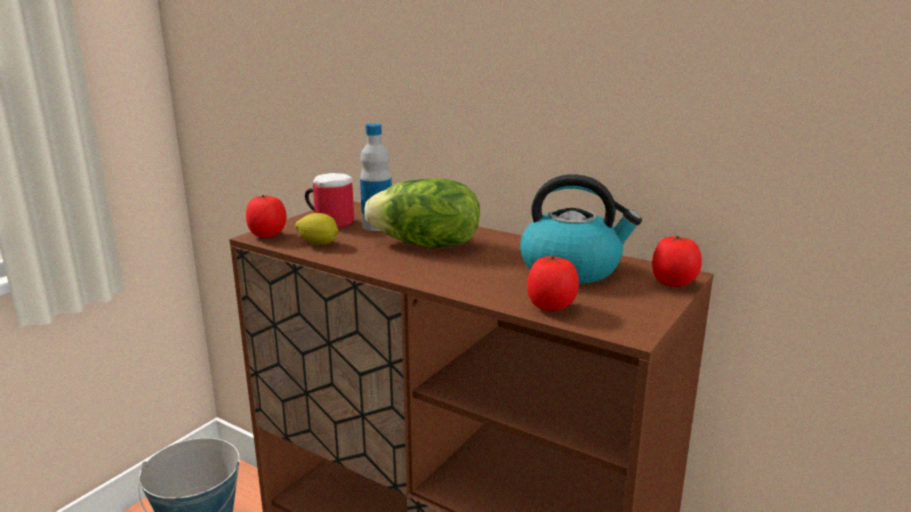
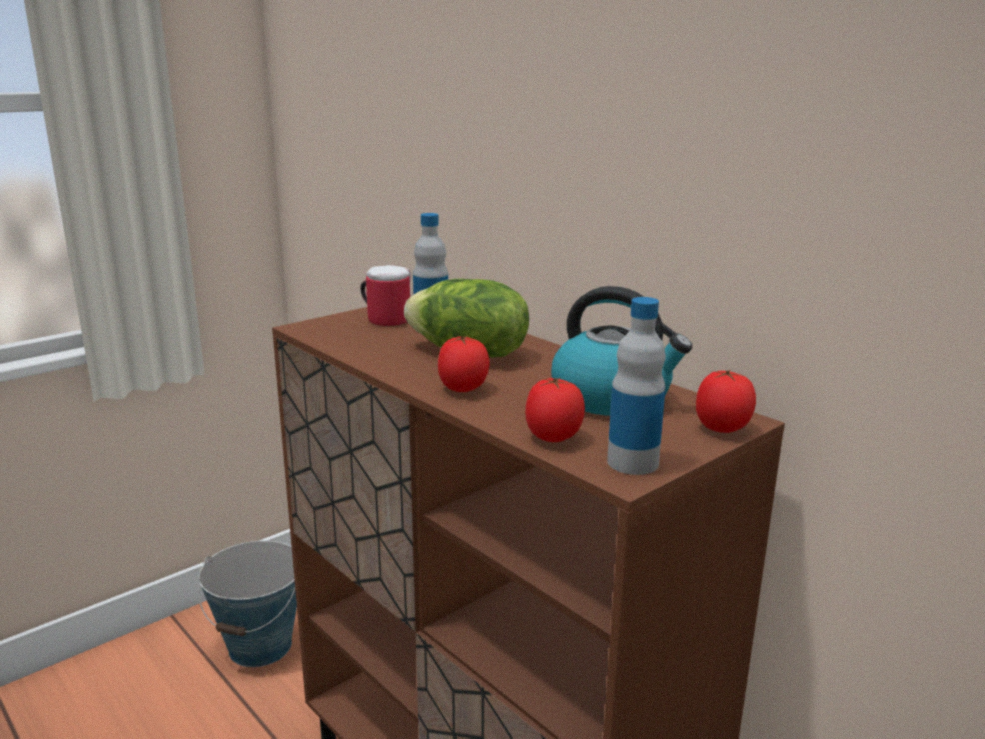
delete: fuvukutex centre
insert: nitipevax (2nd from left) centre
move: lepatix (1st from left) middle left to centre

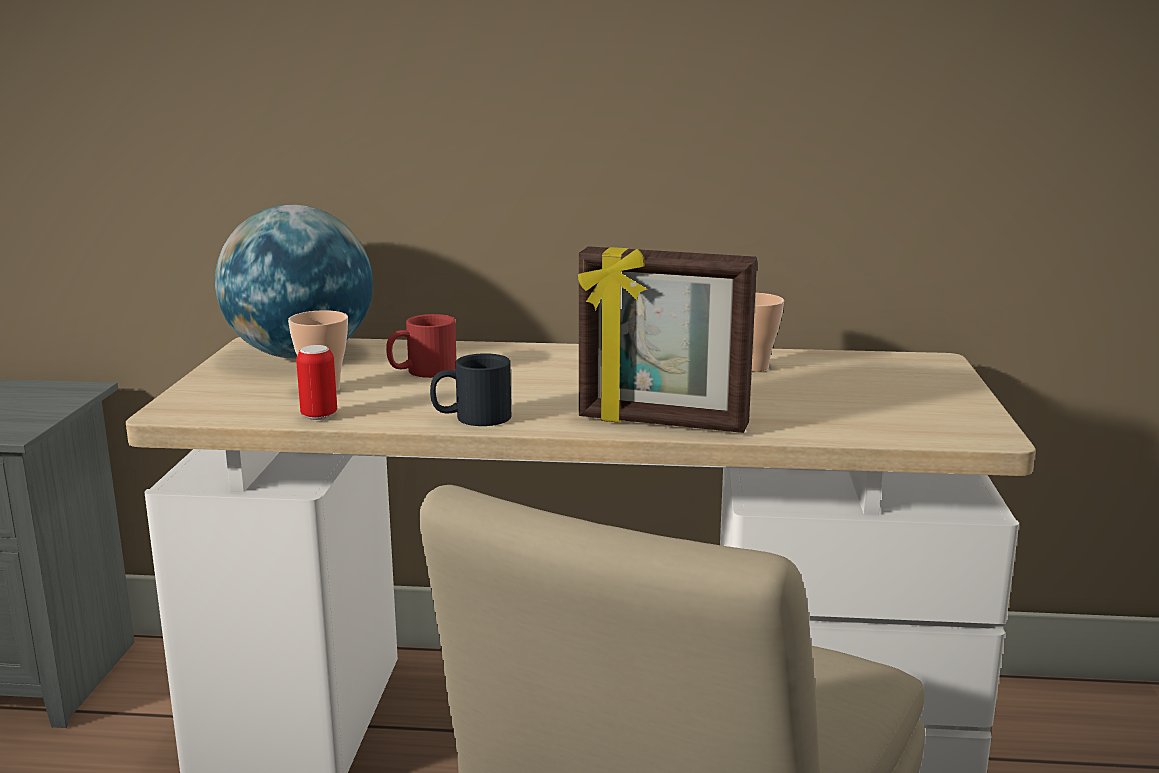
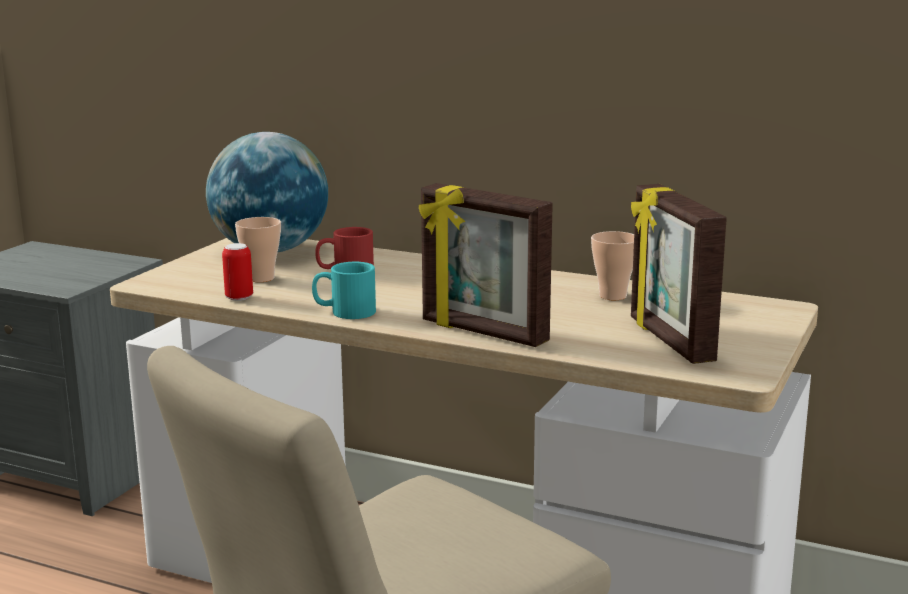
insert: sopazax (2nd from left) middle right
recolor: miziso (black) centre to miziso (turquoise) centre

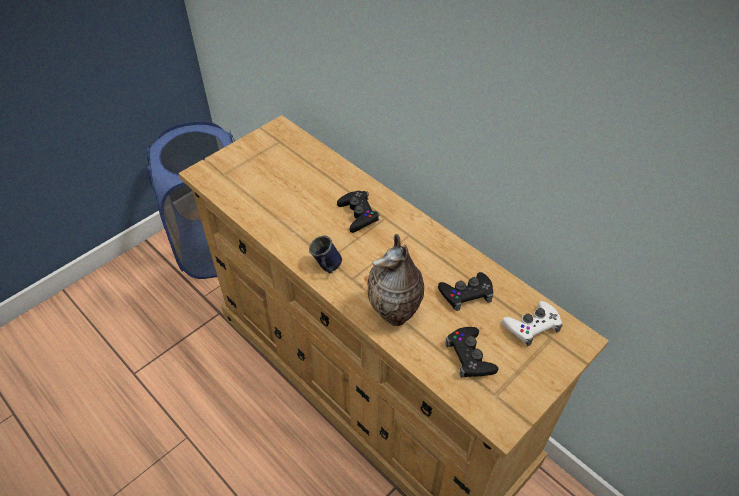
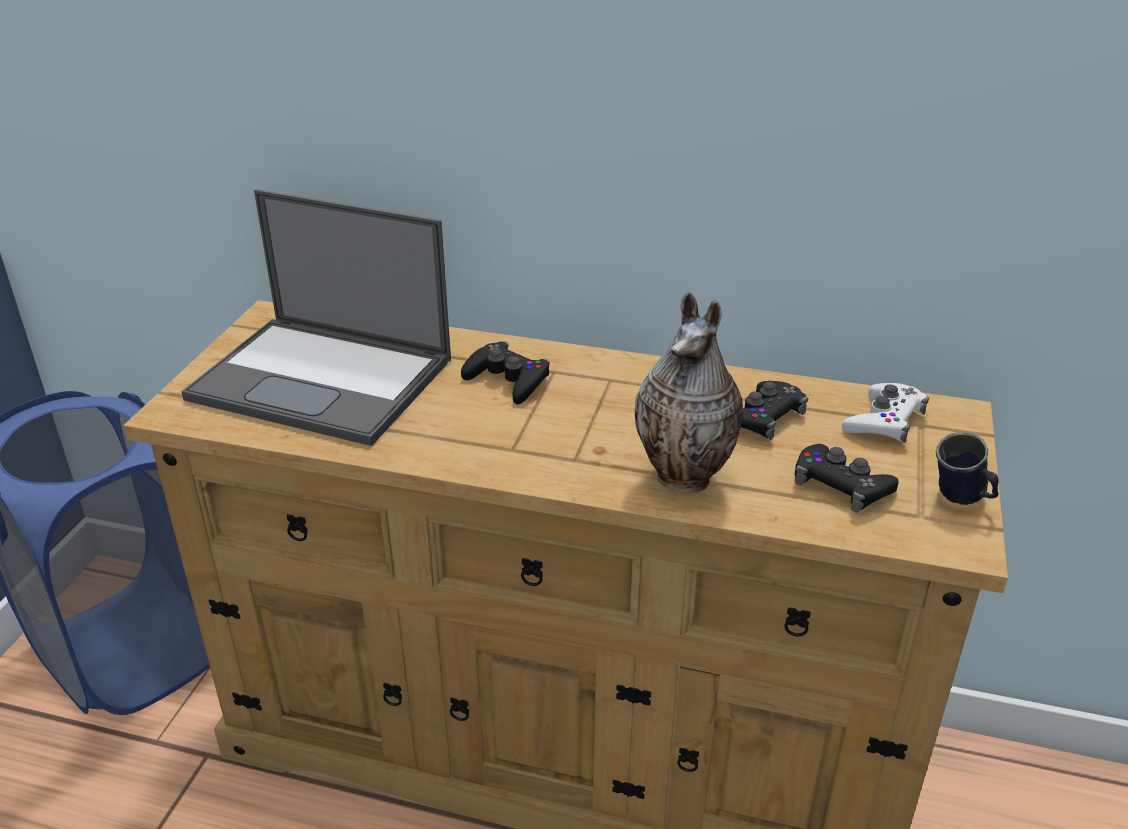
insert: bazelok middle left
move: miziso (blue) centre to middle right

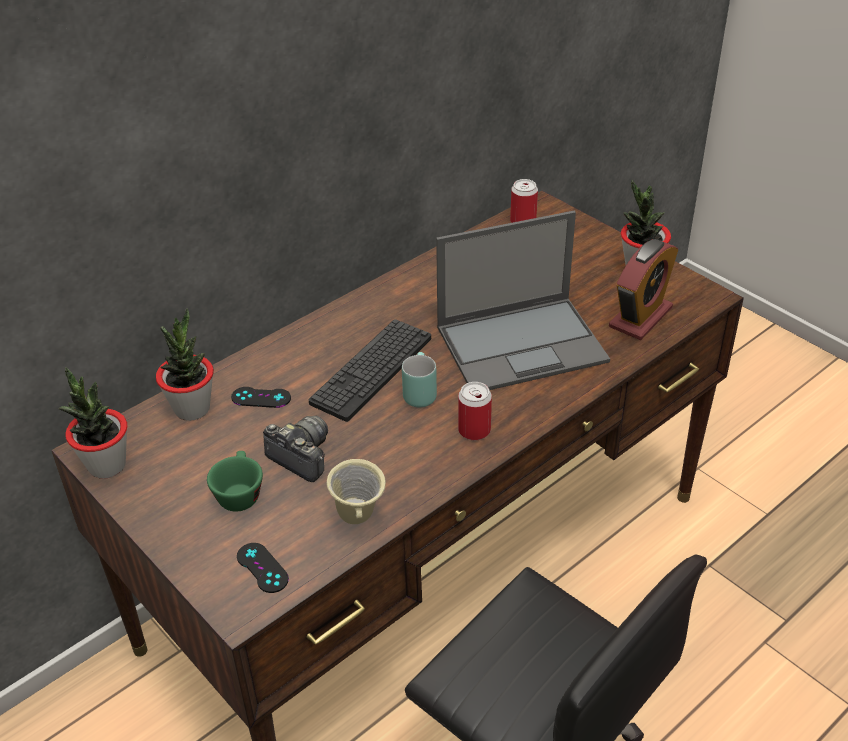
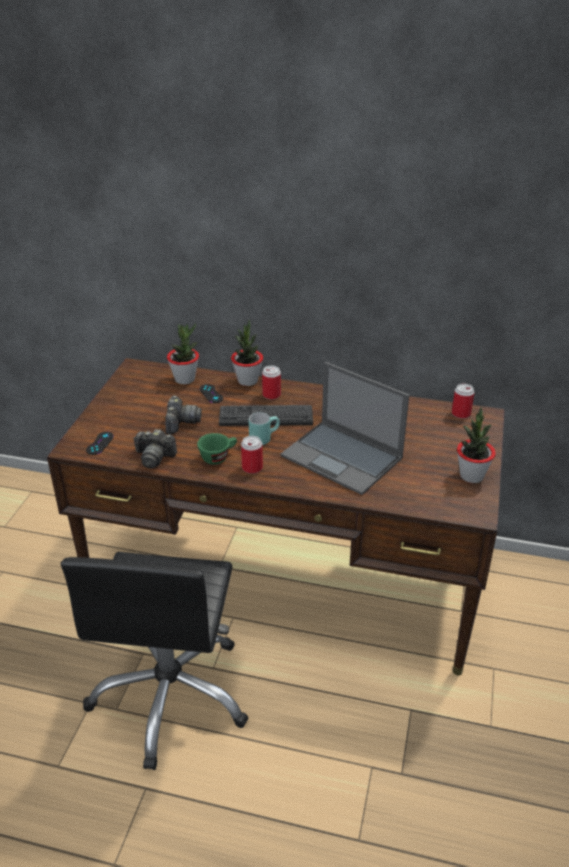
delete: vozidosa middle right
insert: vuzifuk (2nd from left) centre
move: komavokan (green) middle left to centre; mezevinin (1st from left in the first image) middle left to mezevinin (2nd from left) centre
replace: miziso (beige) centre to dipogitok (1st from left) middle left

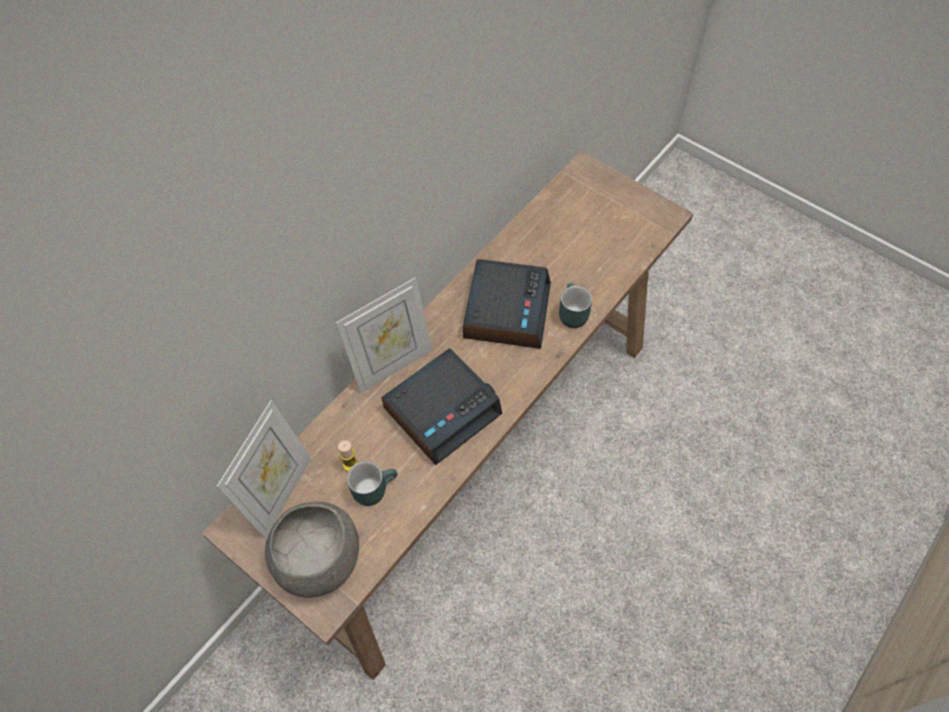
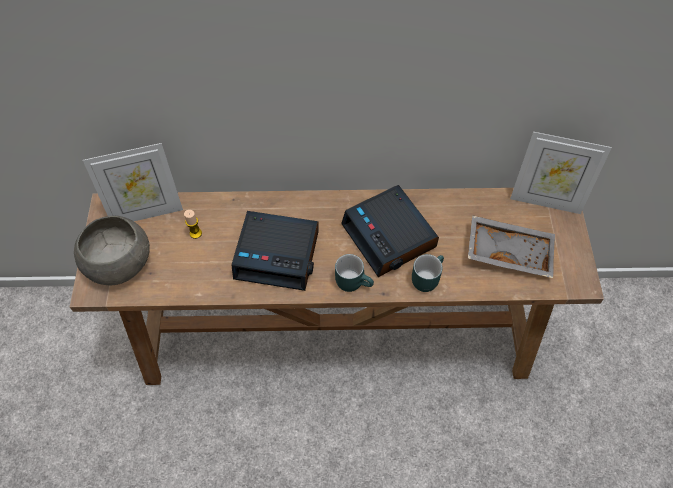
insert: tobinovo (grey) middle right
move: miziso (turquoise) (1st from left) bottom centre to centre; sopazax (2nd from left) centre to middle right
rotate: vozidosa (2nd from left) centre = centre 90 degrees clockwise

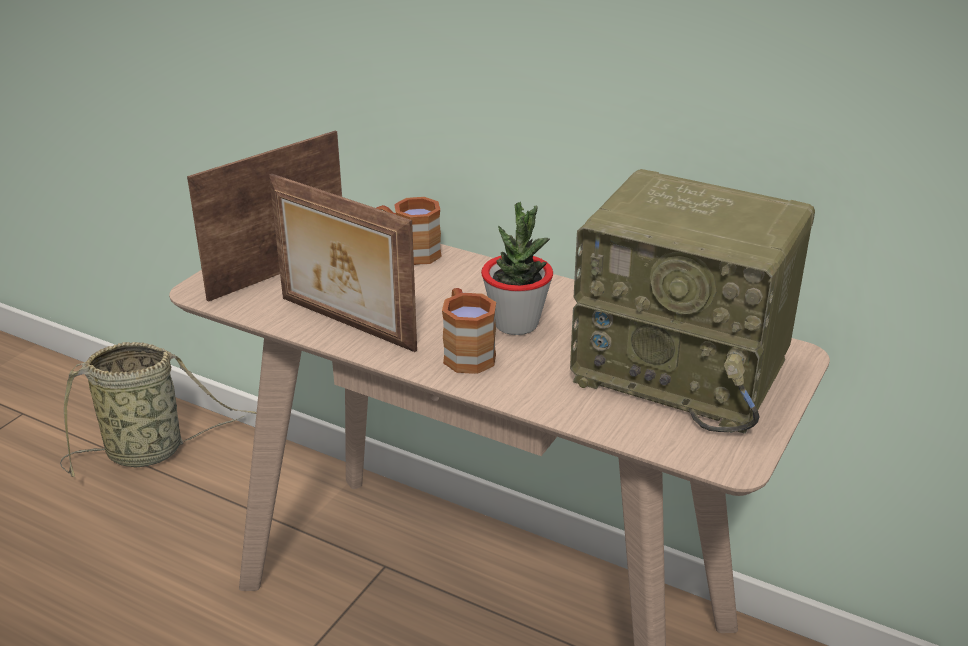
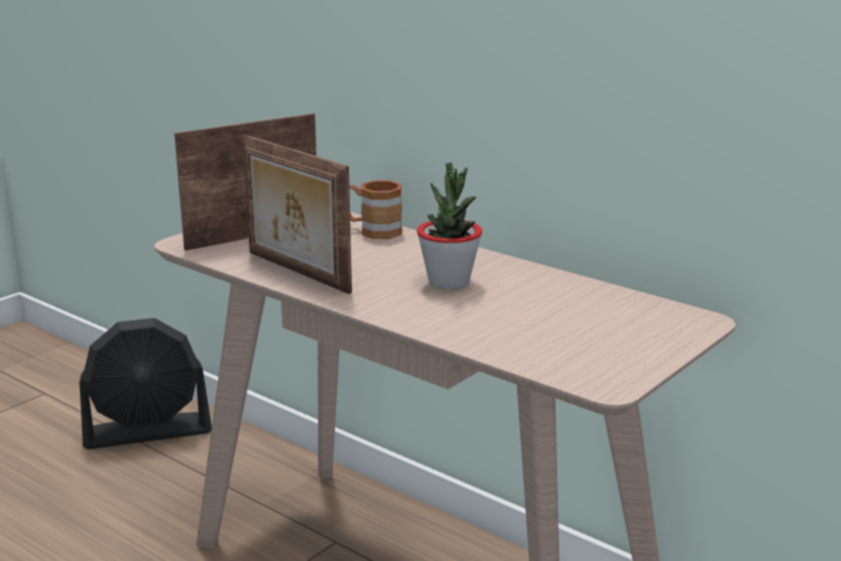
delete: miziso (brown) (2nd from left) centre; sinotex middle right
replace: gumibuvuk middle left to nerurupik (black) bottom left

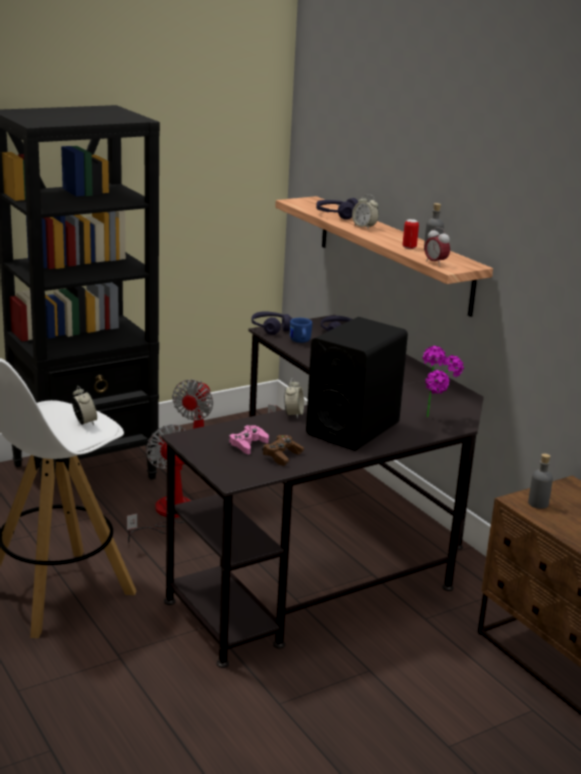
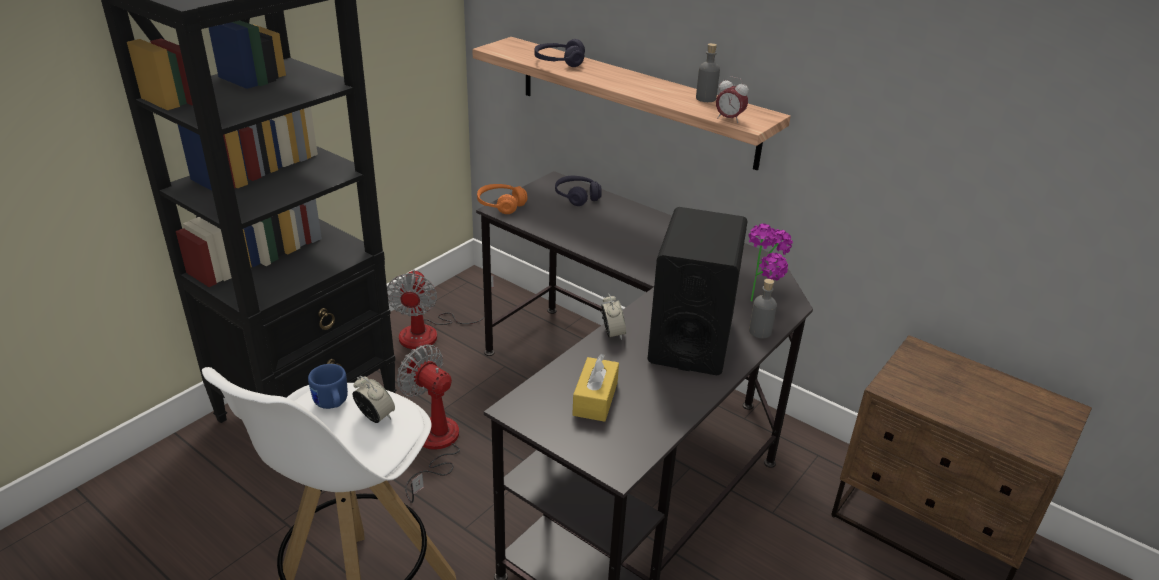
delete: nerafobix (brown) centre; vozidosa (3rd from left) top centre; vuzifuk top right
move: miziso (blue) centre to middle left; nitipevax (grey) (2nd from left) middle right to centre
replace: nerafobix (pink) centre to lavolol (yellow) bottom centre
recolor: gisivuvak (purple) (1st from left) centre to gisivuvak (orange) centre

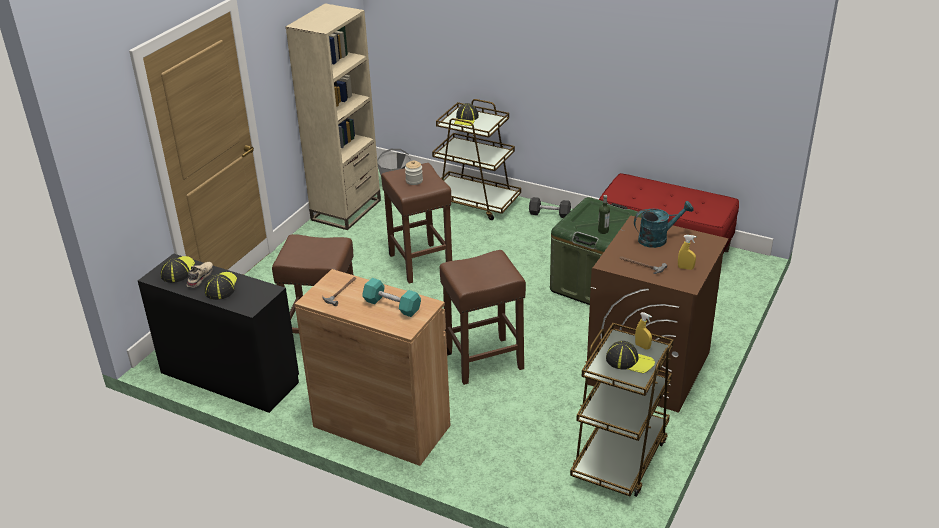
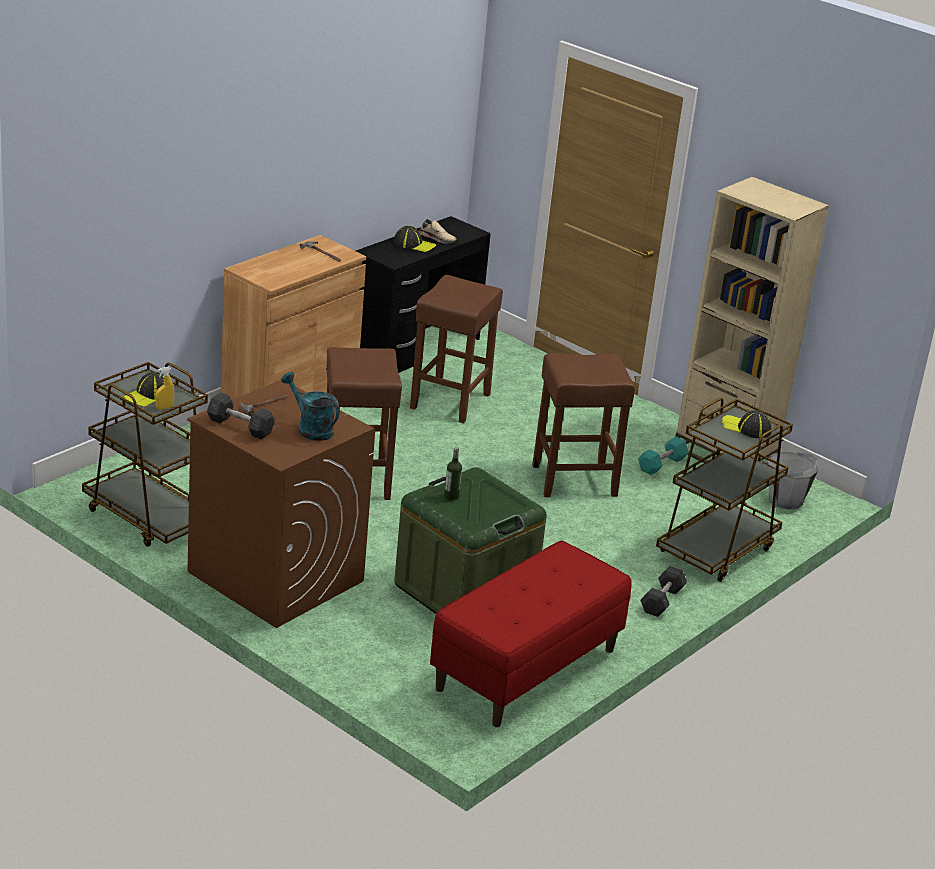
delete: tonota (1st from left) middle left; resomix top centre
move: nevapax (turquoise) centre to middle right
replace: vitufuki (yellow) (2nd from left) middle right to nevapax (grey) (1st from left) middle left
rotate: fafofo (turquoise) middle right = middle left 135 degrees clockwise

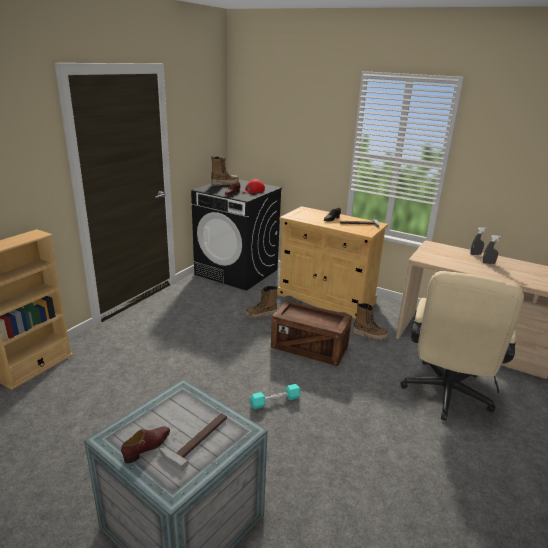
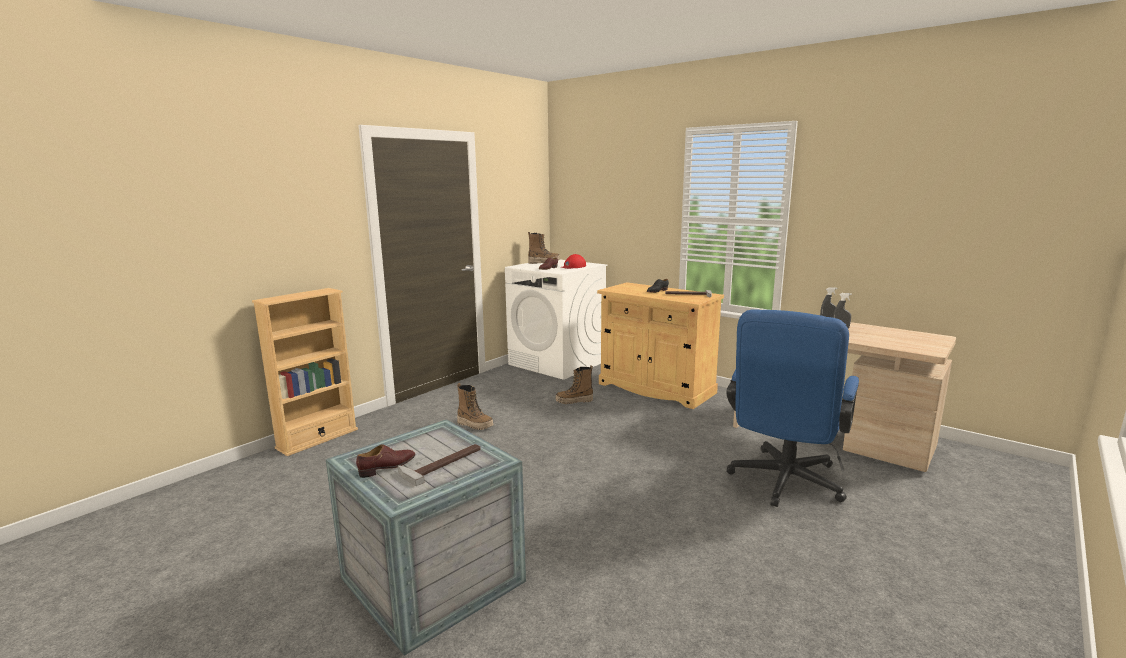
delete: nevapax (turquoise) bottom centre; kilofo (2nd from left) centre
move: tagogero (3rd from left in the first image) middle right to tagogero (1st from left) centre
recolor: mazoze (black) centre to mazoze (white) centre; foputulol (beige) middle right to foputulol (blue) middle right

